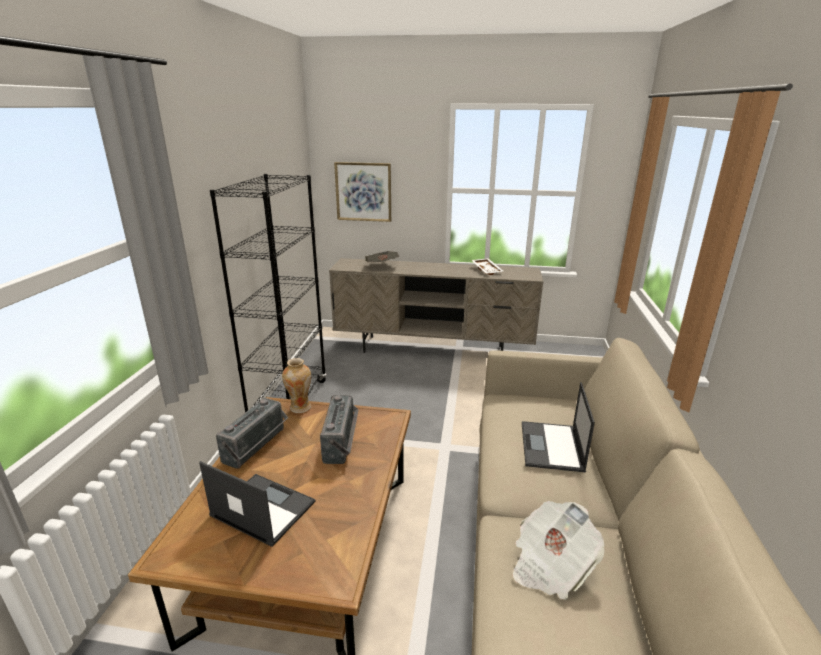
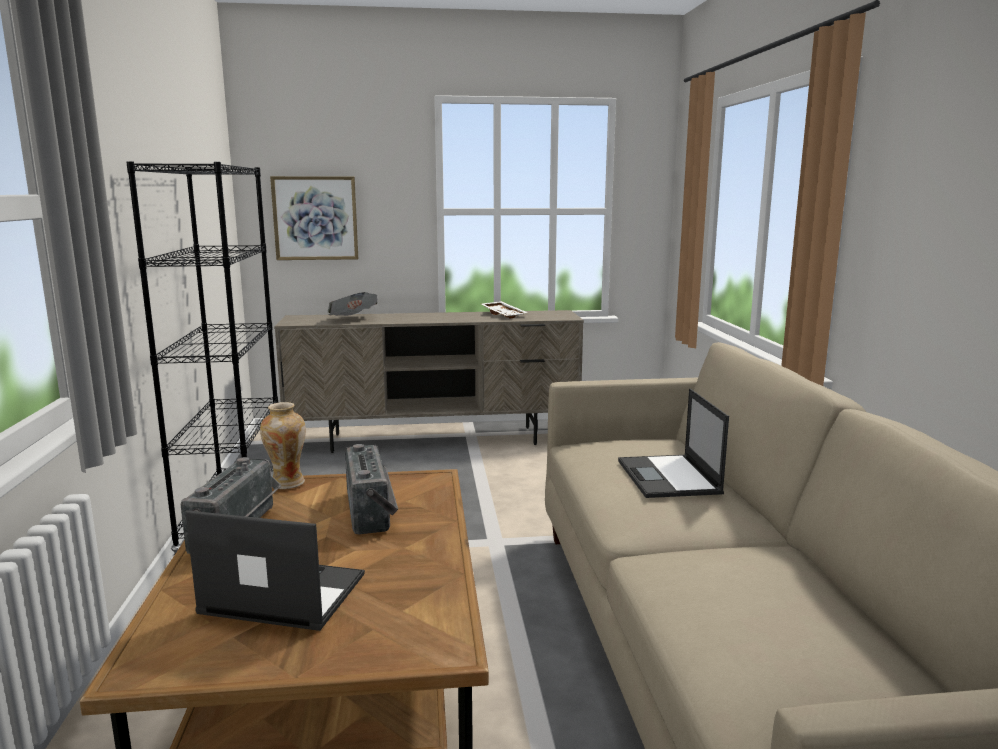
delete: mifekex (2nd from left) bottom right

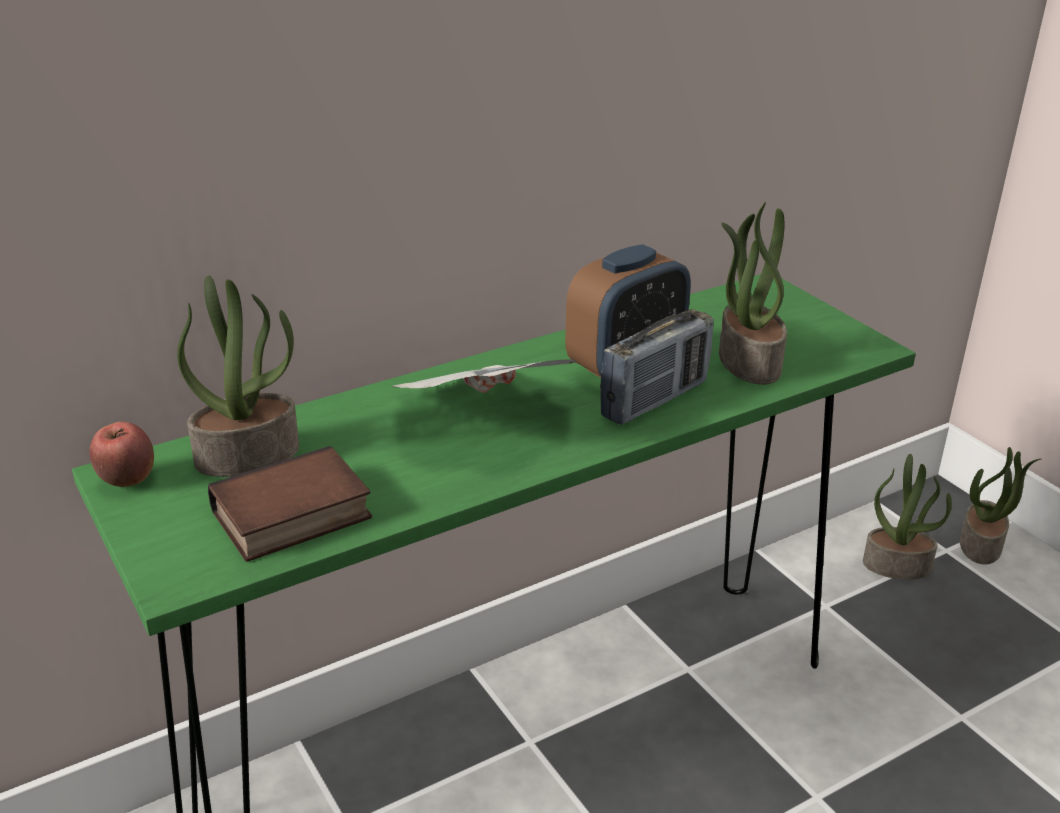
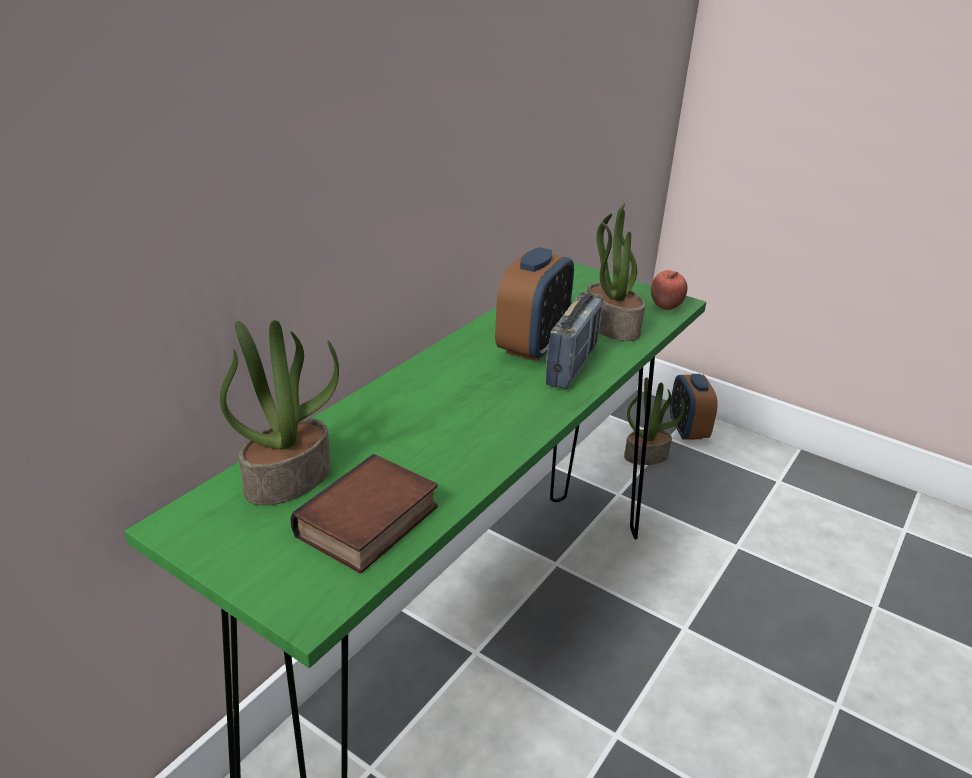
delete: mifekex centre
move: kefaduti middle left to middle right
replace: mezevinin (4th from left) middle right to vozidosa (2nd from left) middle right

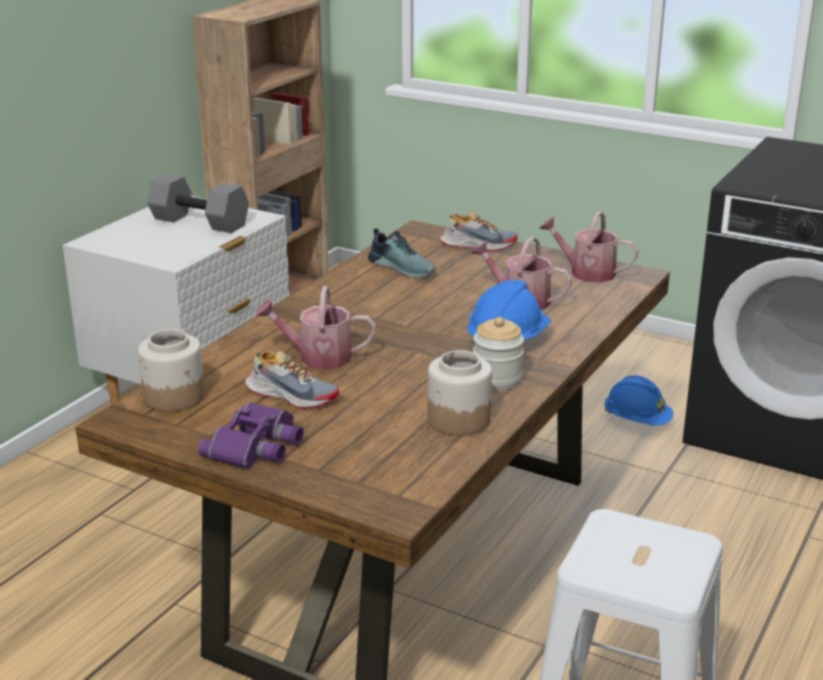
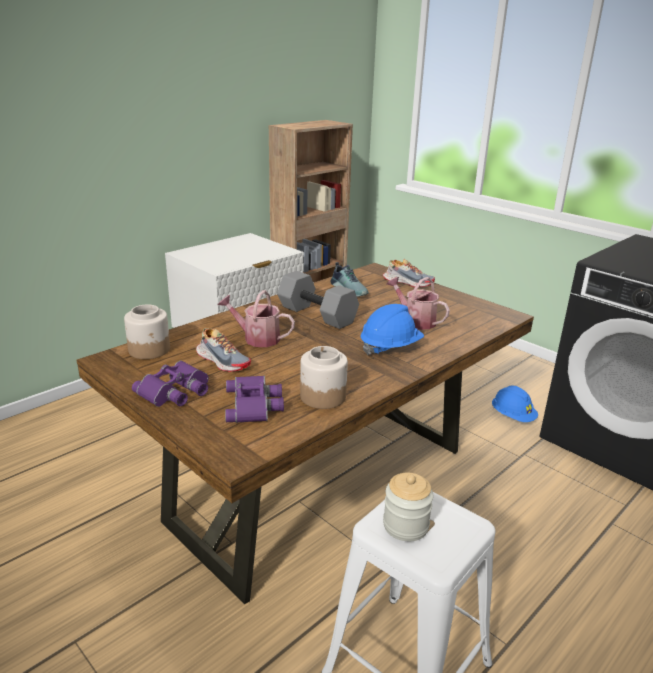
delete: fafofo (3rd from left) middle right
insert: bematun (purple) (2nd from left) centre
move: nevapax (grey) top left to centre; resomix (3rd from left) centre to bottom centre

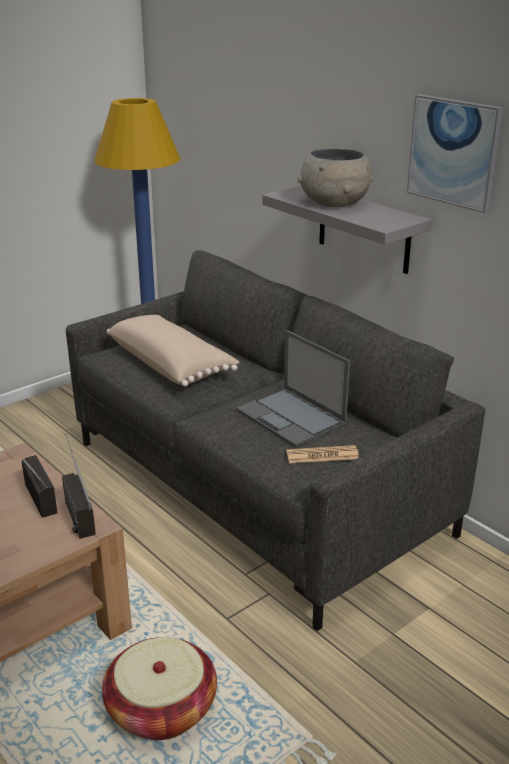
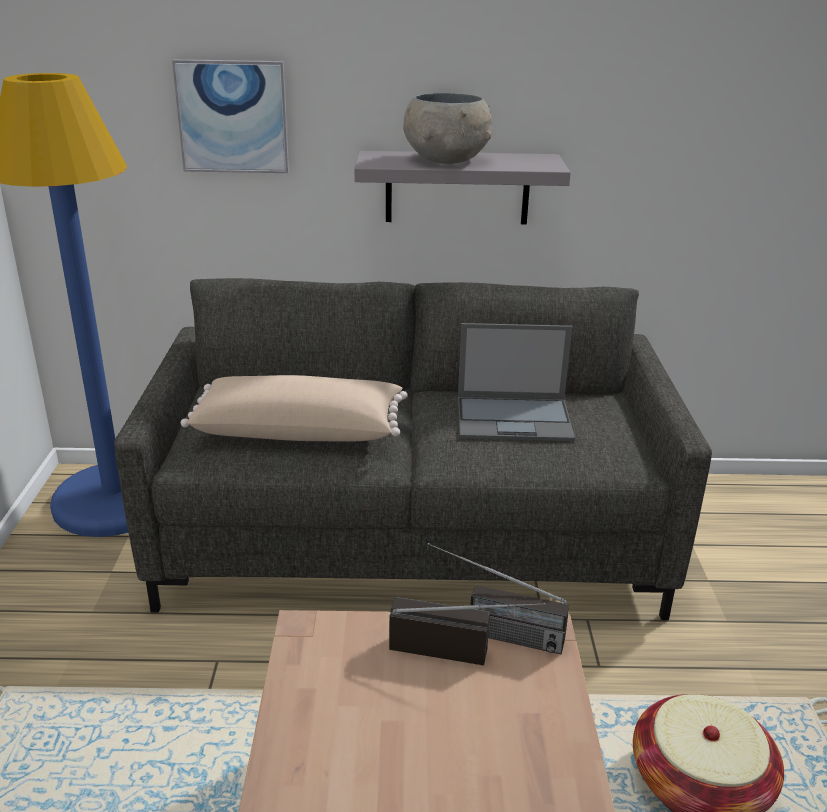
delete: mifekex centre
move: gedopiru top right to top left

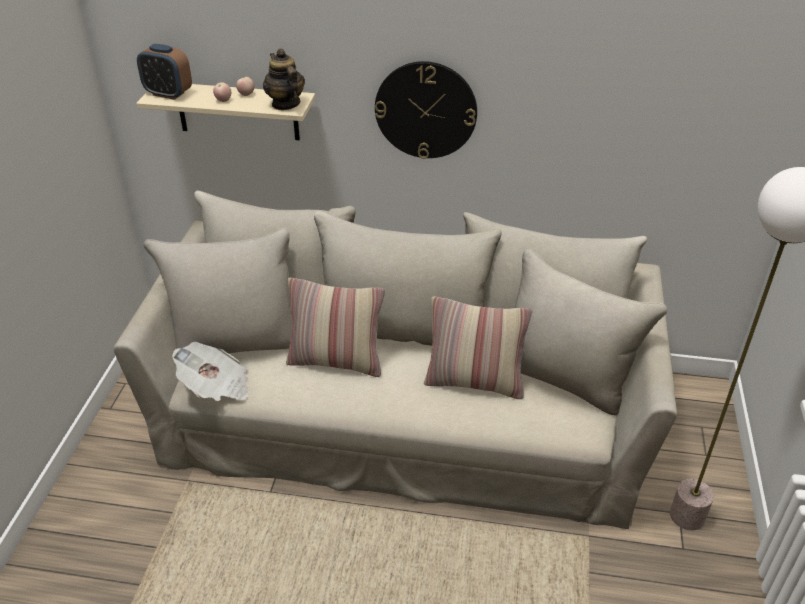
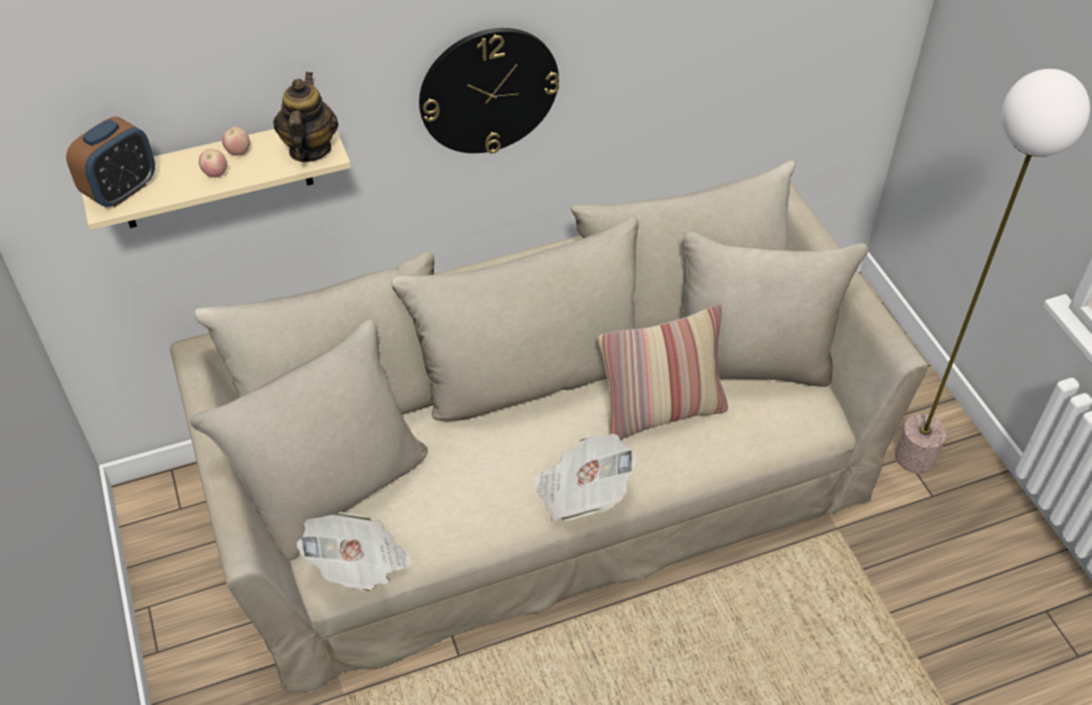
delete: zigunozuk (1st from left) centre
insert: mifekex (2nd from left) bottom centre
rotate: vozidosa top left = top left 45 degrees counterclockwise; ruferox top centre = top left 60 degrees clockwise

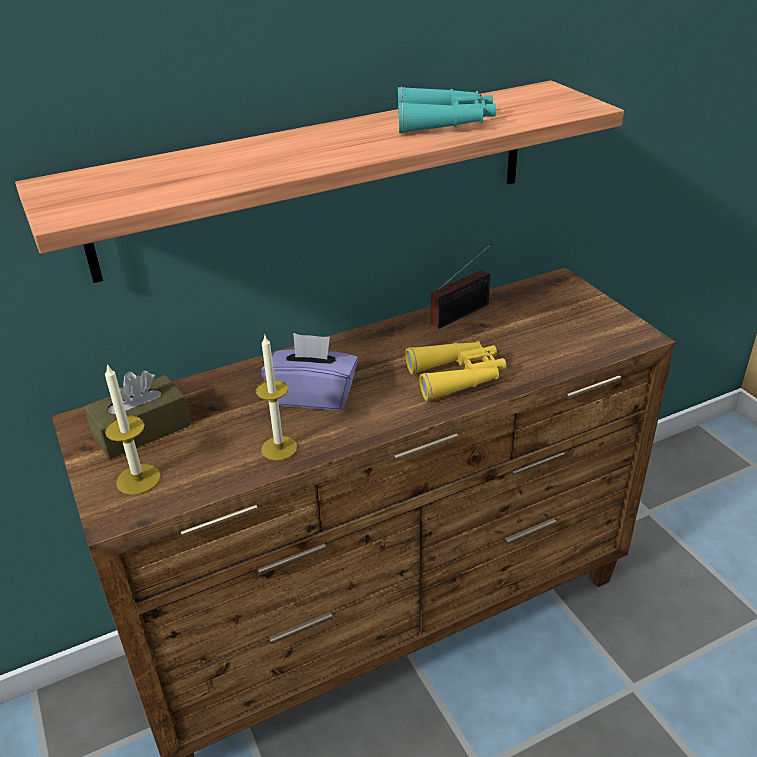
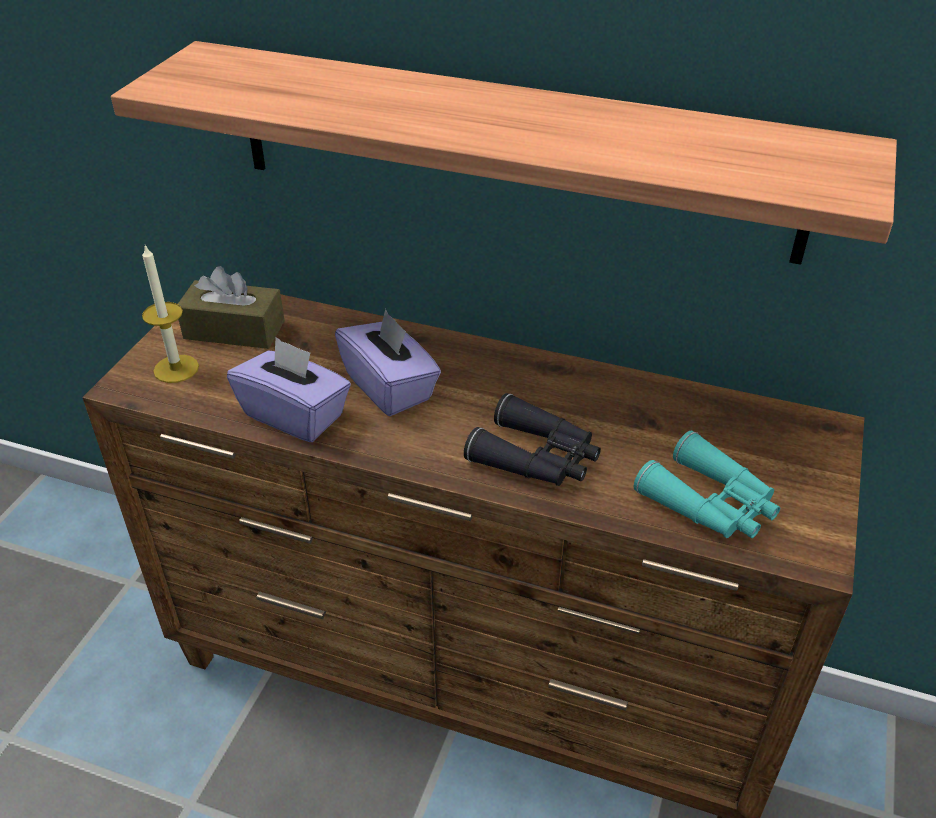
delete: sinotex centre
move: bematun (turquoise) top centre to middle right
replace: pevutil (2nd from left) centre to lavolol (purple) (1st from left) middle left
recolor: bematun (yellow) centre to bematun (black) centre

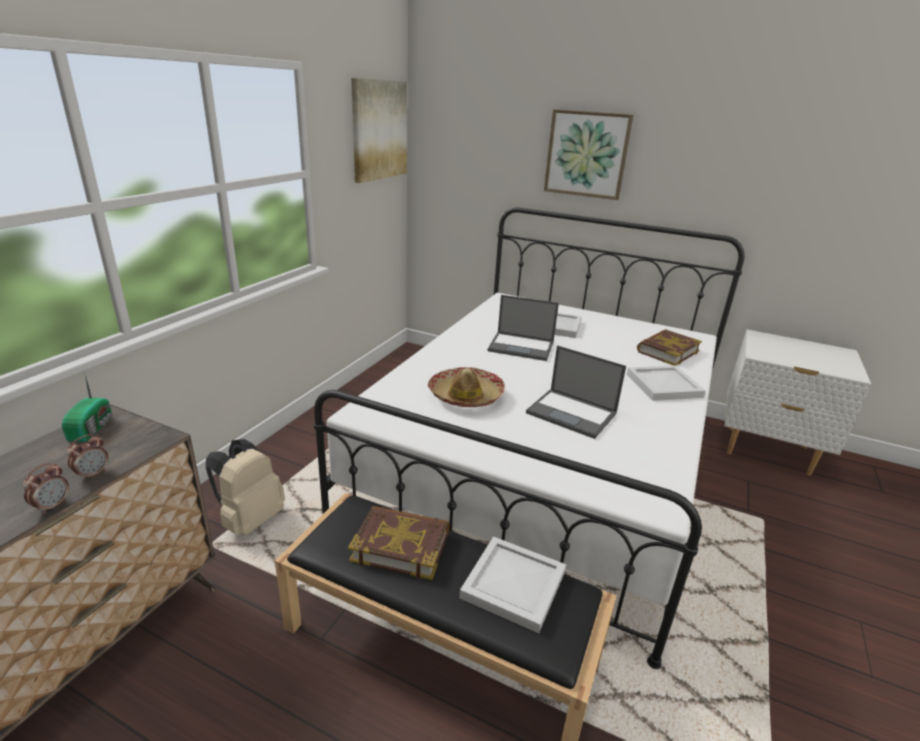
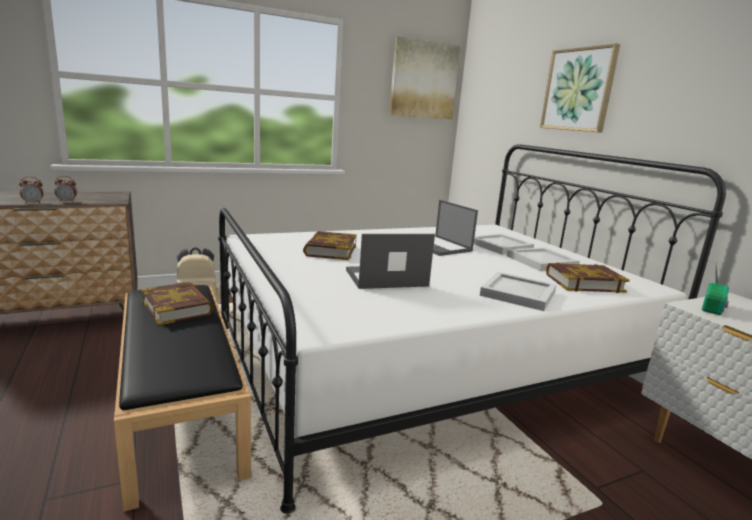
move: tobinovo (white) (1st from left in the first image) bottom centre to tobinovo (white) (3rd from left) middle right; sinotex middle left to middle right
replace: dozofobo centre to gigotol (2nd from left) centre
rotate: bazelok (2nd from left in the first image) centre = centre 90 degrees clockwise

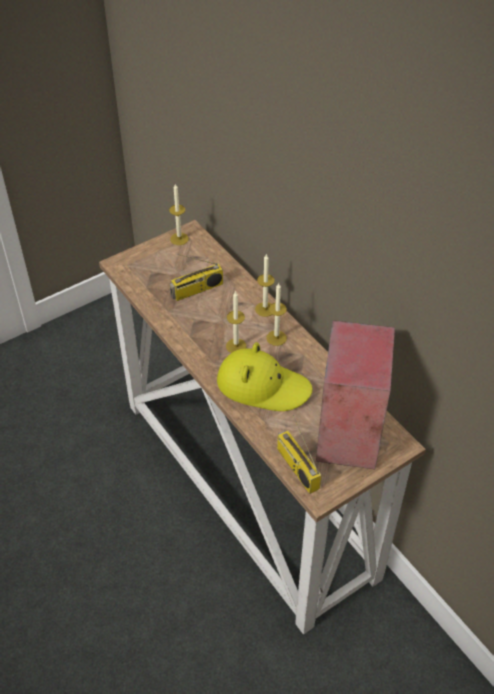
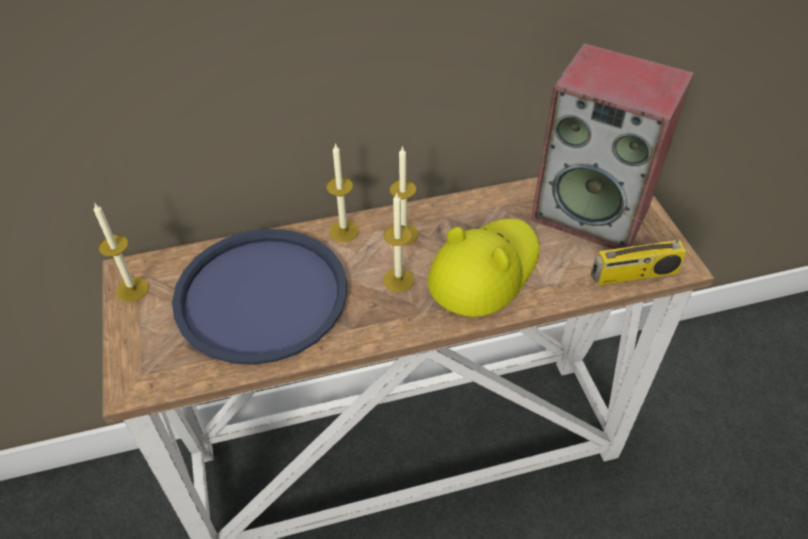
replace: sinotex (1st from left) centre to tobinovo (blue) middle left

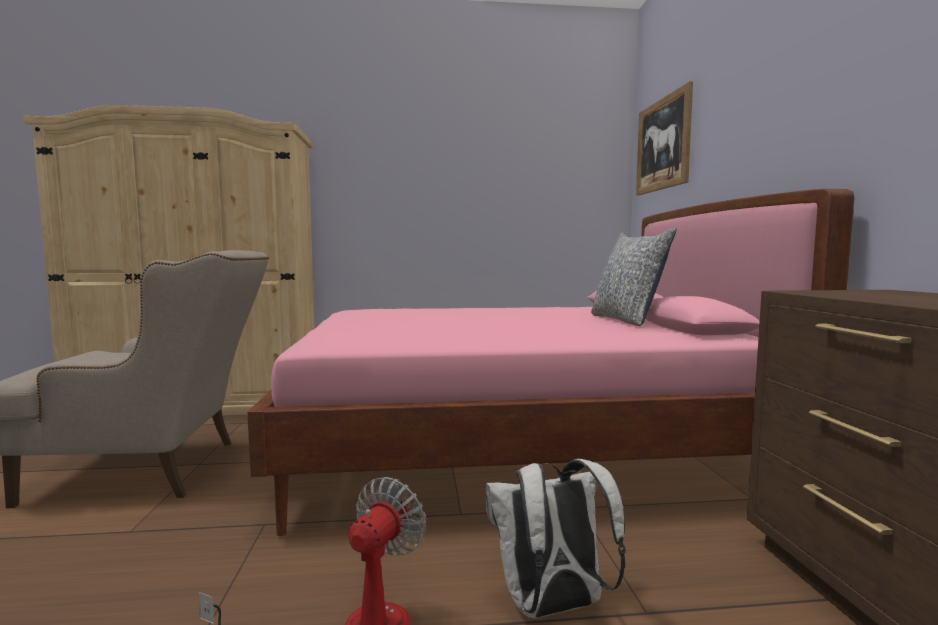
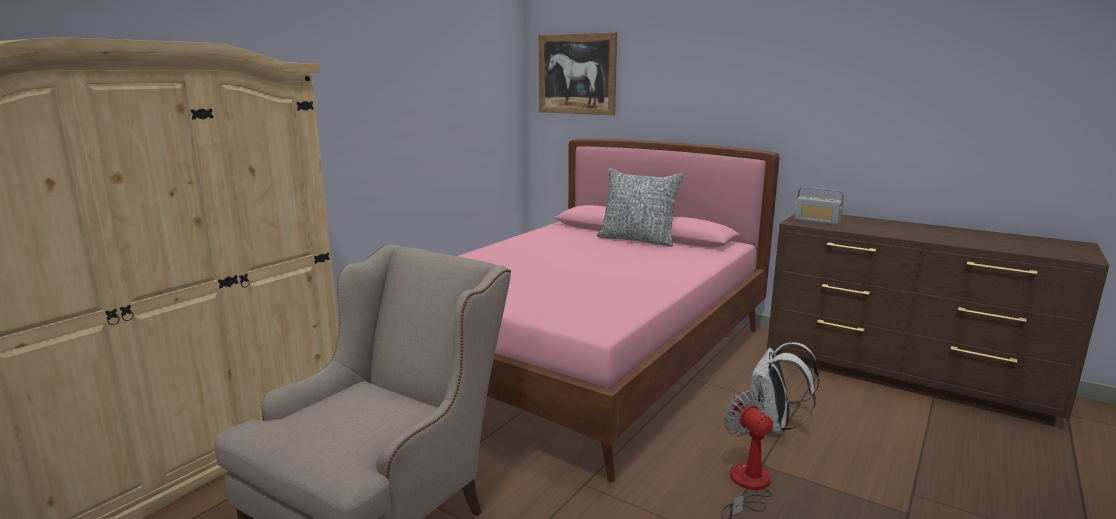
insert: sinotex middle right

